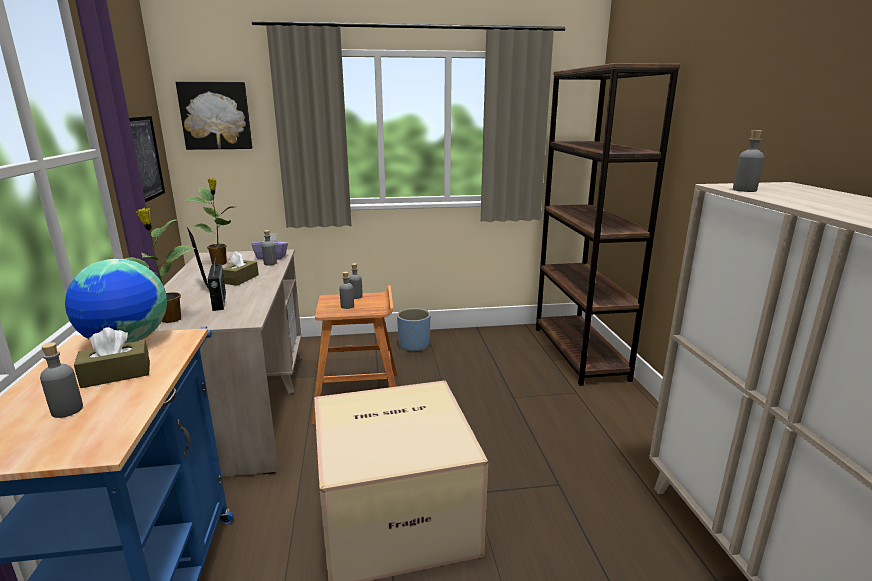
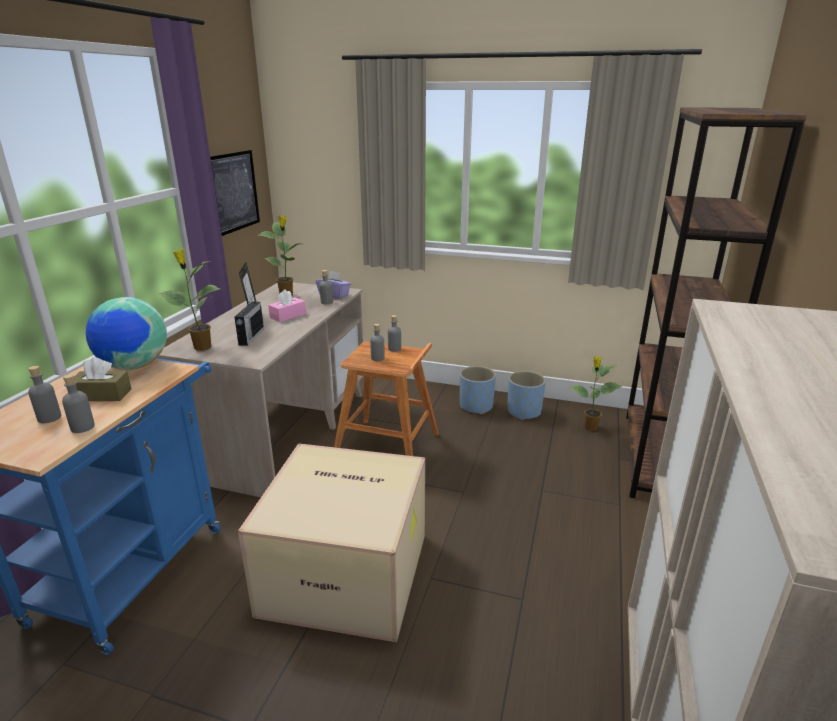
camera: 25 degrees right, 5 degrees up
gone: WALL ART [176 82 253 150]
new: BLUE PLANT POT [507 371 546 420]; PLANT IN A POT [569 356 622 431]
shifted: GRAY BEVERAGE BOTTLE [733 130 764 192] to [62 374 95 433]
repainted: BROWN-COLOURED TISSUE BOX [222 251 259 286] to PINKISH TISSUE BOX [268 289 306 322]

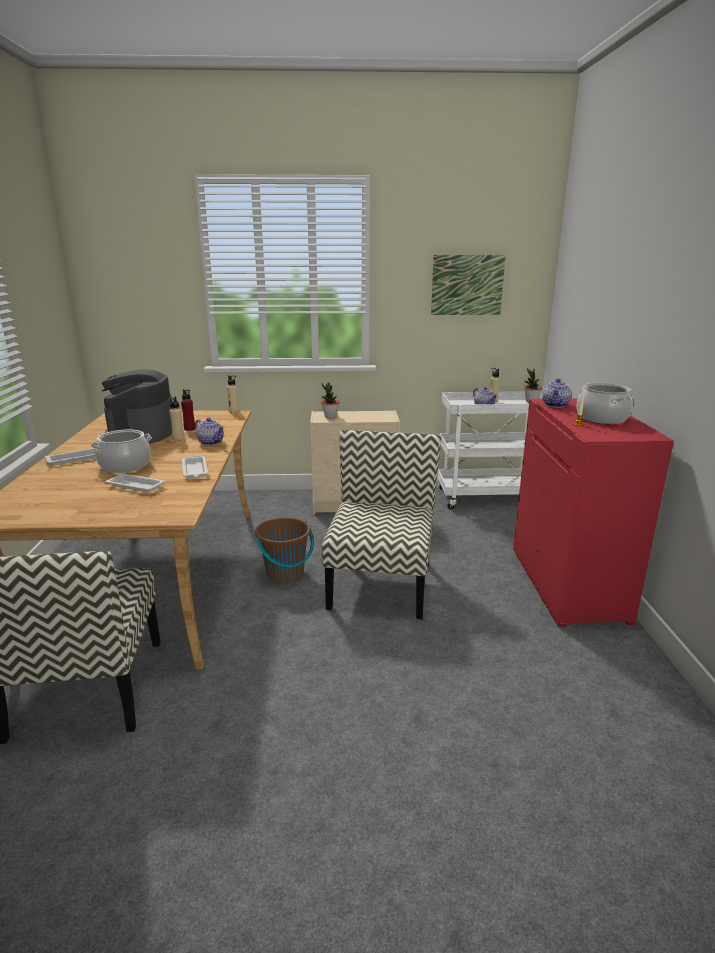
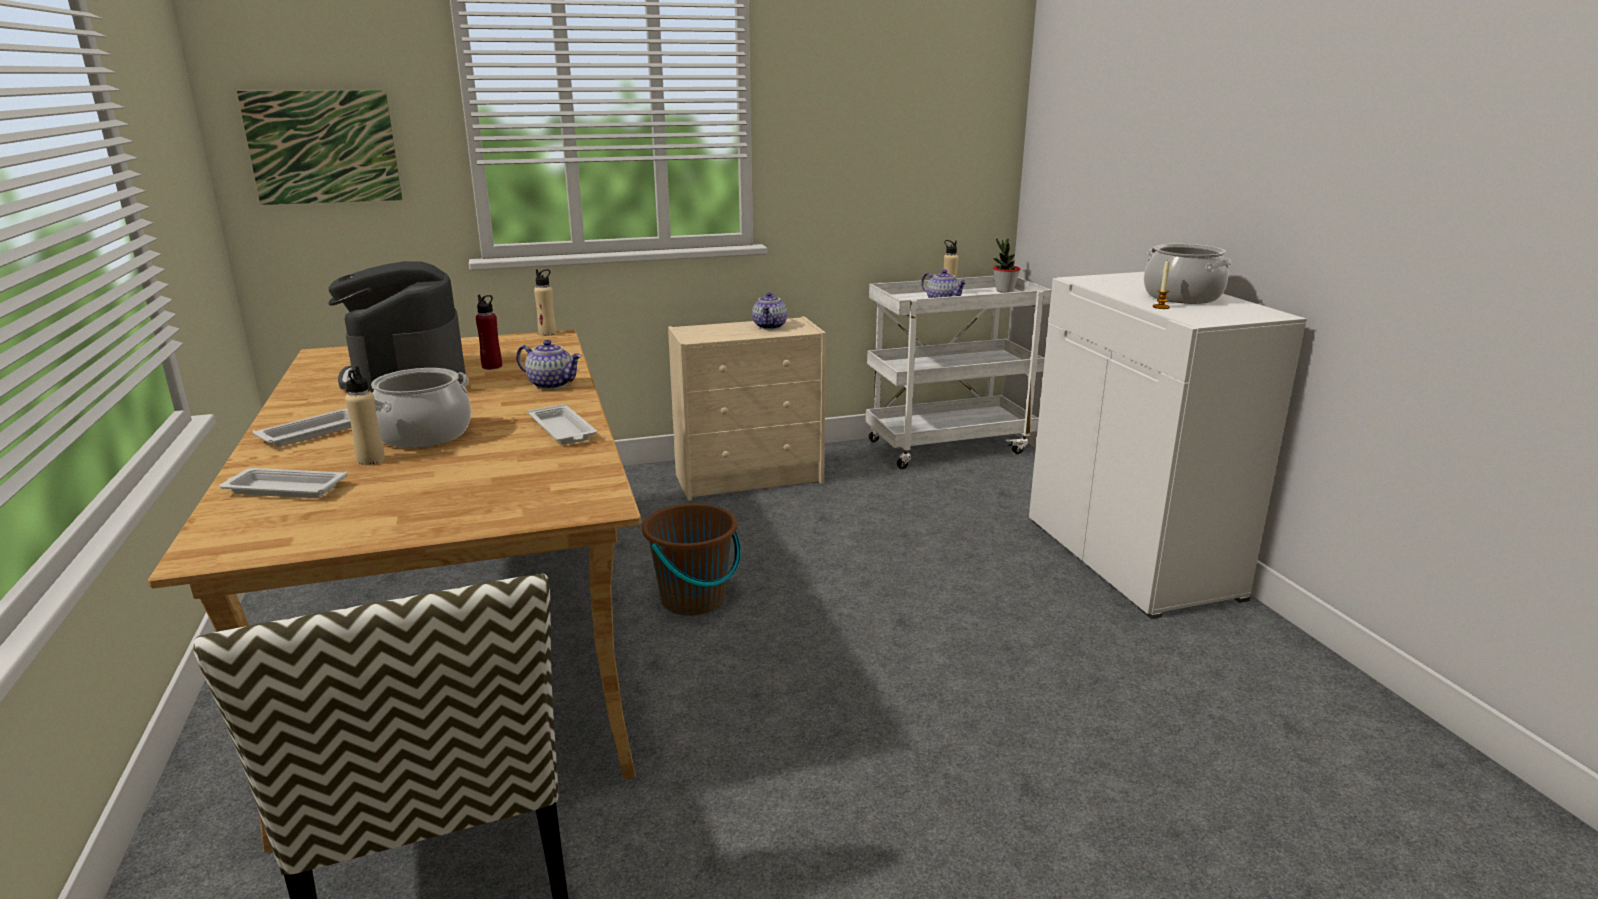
camera: 15 degrees left, 0 degrees up
gone: PLANT IN A POT [321 382 339 418]; CHAIR [322 430 441 619]
shifted: WHITISH CARRYING TRAY [106 473 166 492] to [219 468 348 498]; BEIGE BEVERAGE BOTTLE [169 397 185 441] to [345 366 385 465]; WALL ART [431 255 506 315] to [237 90 403 205]; TEA POT [542 379 571 408] to [752 292 787 330]
repainted: RED-COLOURED CABINET [513 398 674 627] to WHITISH CABINET [1029 272 1307 619]

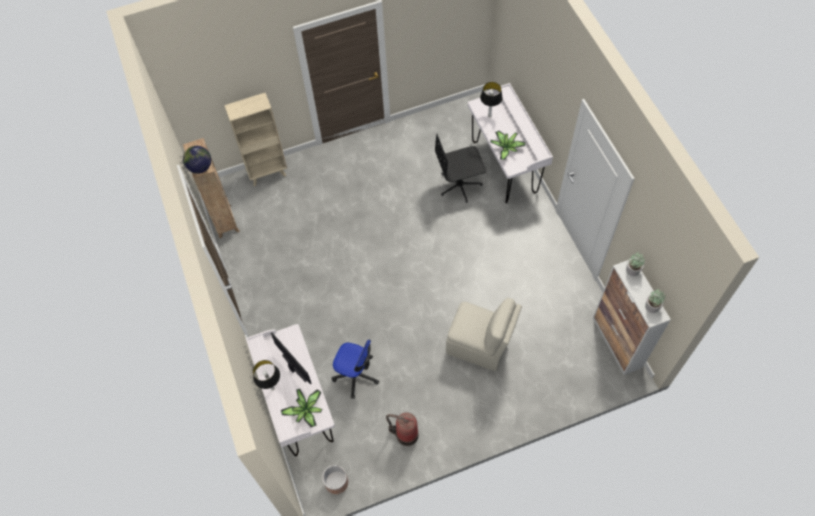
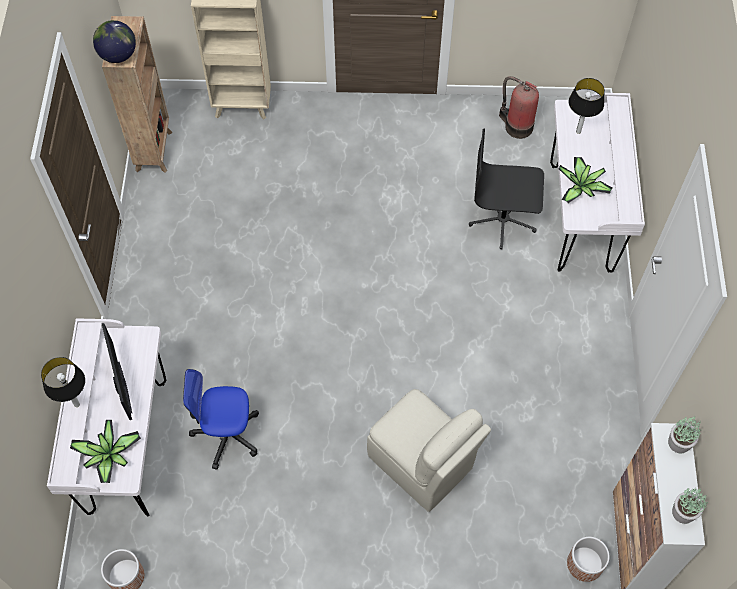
camera: 20 degrees right, 0 degrees up
new: PLANT POT [567 537 610 582]
shifted: EXTINGUISHER [386 413 418 446] to [499 76 539 139]
rotated: DESK CHAIR [332 340 379 399] = [183 369 259 470] 135 degrees clockwise

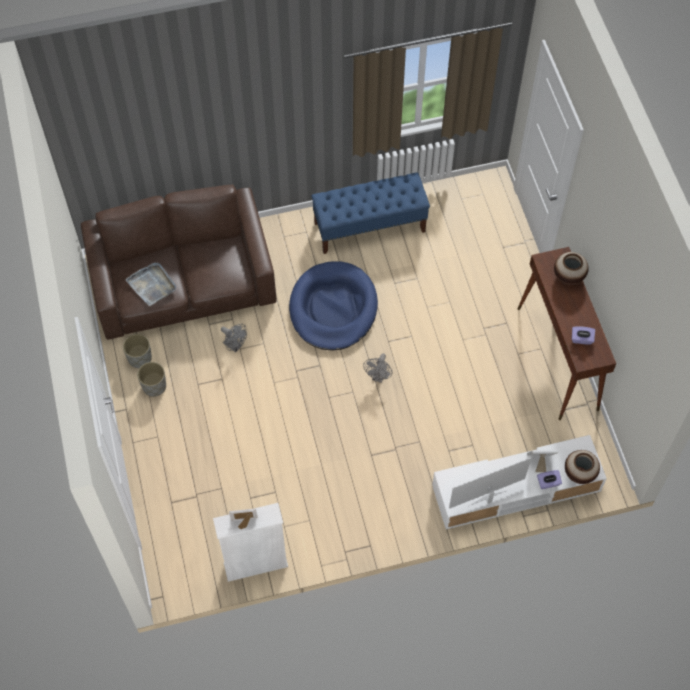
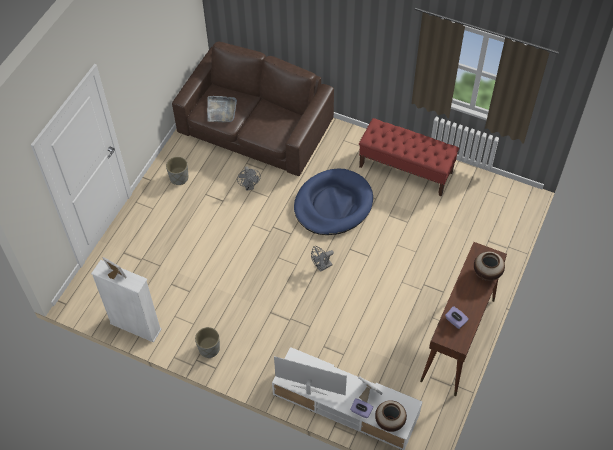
camera: 40 degrees right, 5 degrees down
shifted: GRAY PLANT POT [123 334 152 368] to [195 327 220 358]
repainted: BLUE LONG SEAT [311 172 430 254] to RED-COLOURED LONG SEAT [359 118 459 197]

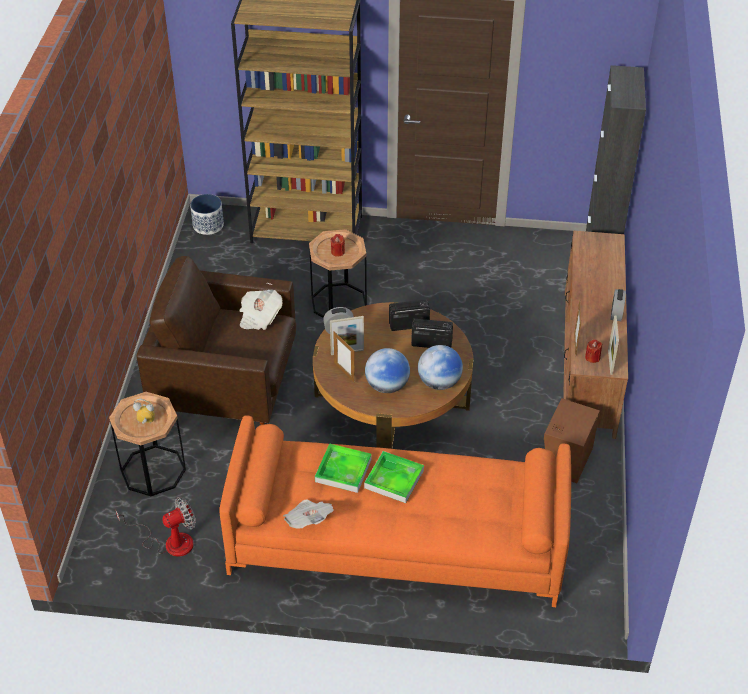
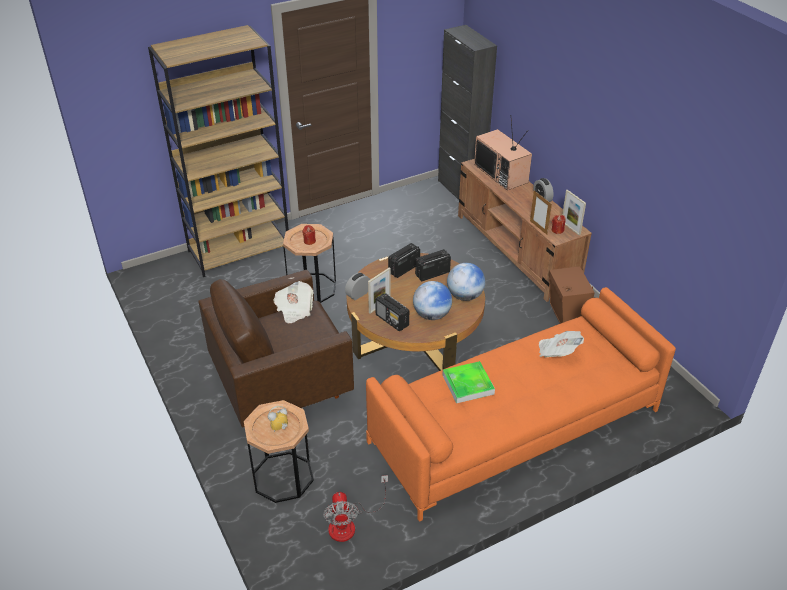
camera: 35 degrees left, 5 degrees down
gone: PLANT POT [190 194 224 235]; CARRYING TRAY [364 451 424 503]
new: TELEVISION [474 119 532 190]
shifted: DAILY PAPER [283 499 334 529] to [539 331 584 357]
swapped: STANDING FRAME [333 331 355 383] to RADIO RECEIVER [375 293 409 331]
rotated: FAN [116 497 196 557] = [323 475 388 542] 150 degrees clockwise

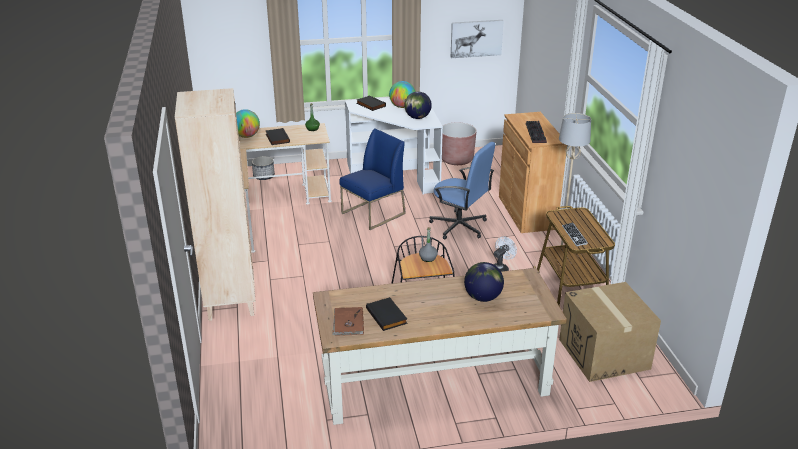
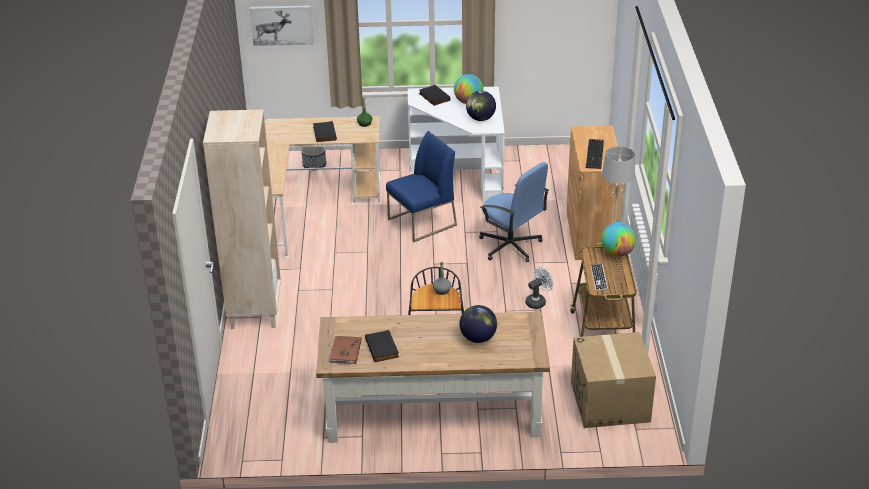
camera: 10 degrees right, 5 degrees up
gone: BROWN-COLOURED PLANT POT [442 122 477 165]
shifted: DESK GLOBE [236 109 260 138] to [601 222 636 257]; WALL ART [451 20 504 58] to [250 5 314 46]

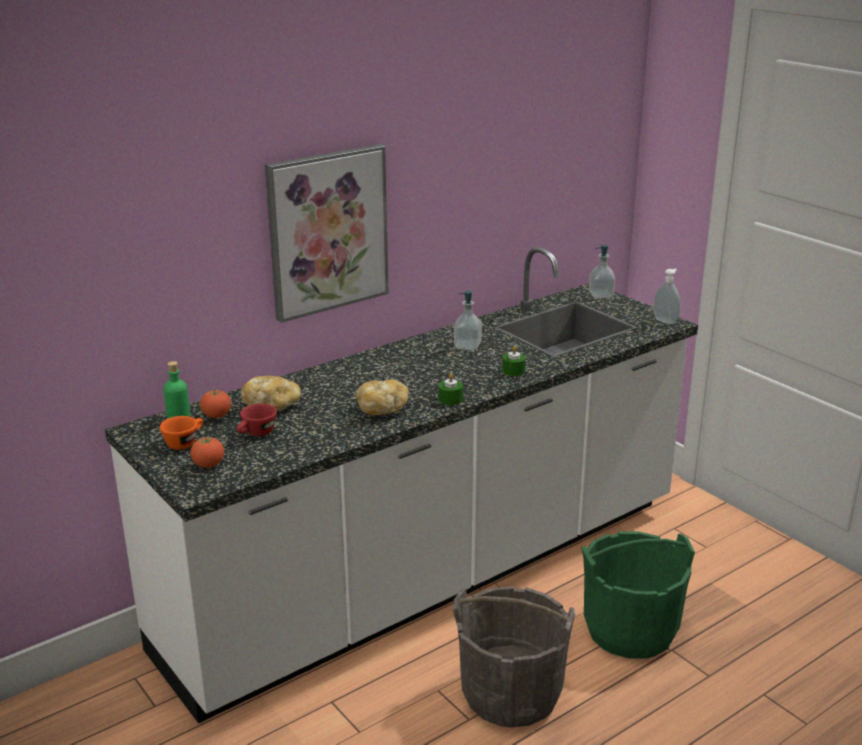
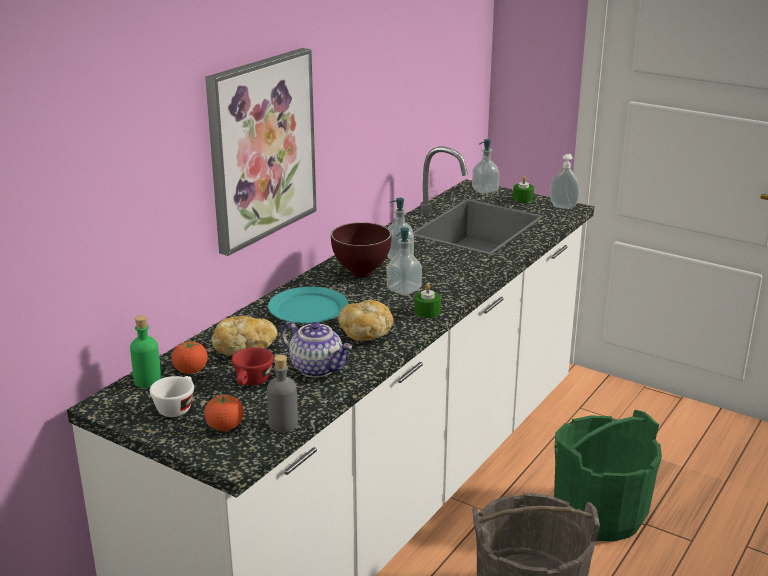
camera: 20 degrees left, 0 degrees up
new: GRAY BEVERAGE BOTTLE [267 355 298 432]; TURQUOISE-COLOURED FLAT DISH [268 287 348 324]; TEA POT [281 322 352 378]; BROWN-COLOURED DEEP DISH [331 222 392 278]; SOAP DISPENSER [387 227 422 296]
shifted: GREEN-COLOURED WAX CANDLE [502 346 526 376] to [513 176 534 203]
repainted: ORANGEY SMALL CUP [160 416 203 450] to WHITISH SMALL CUP [150 376 194 417]

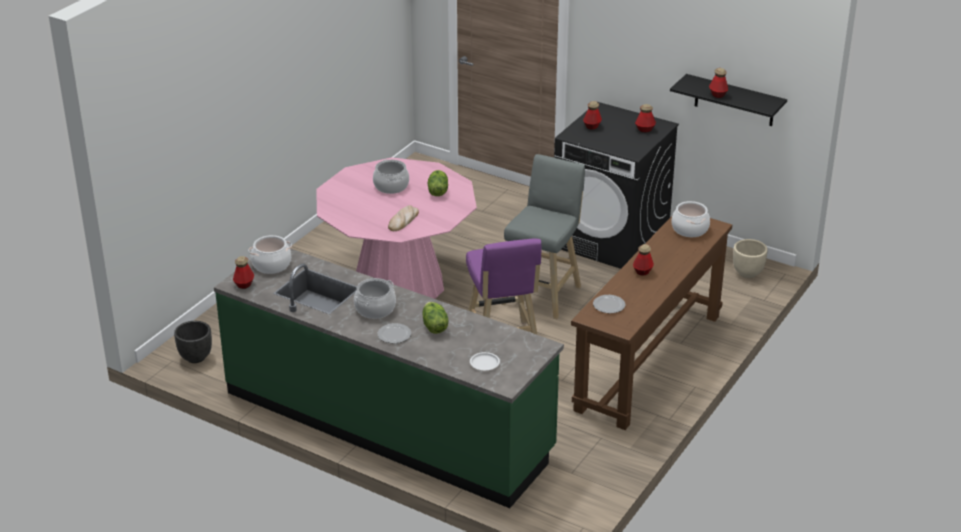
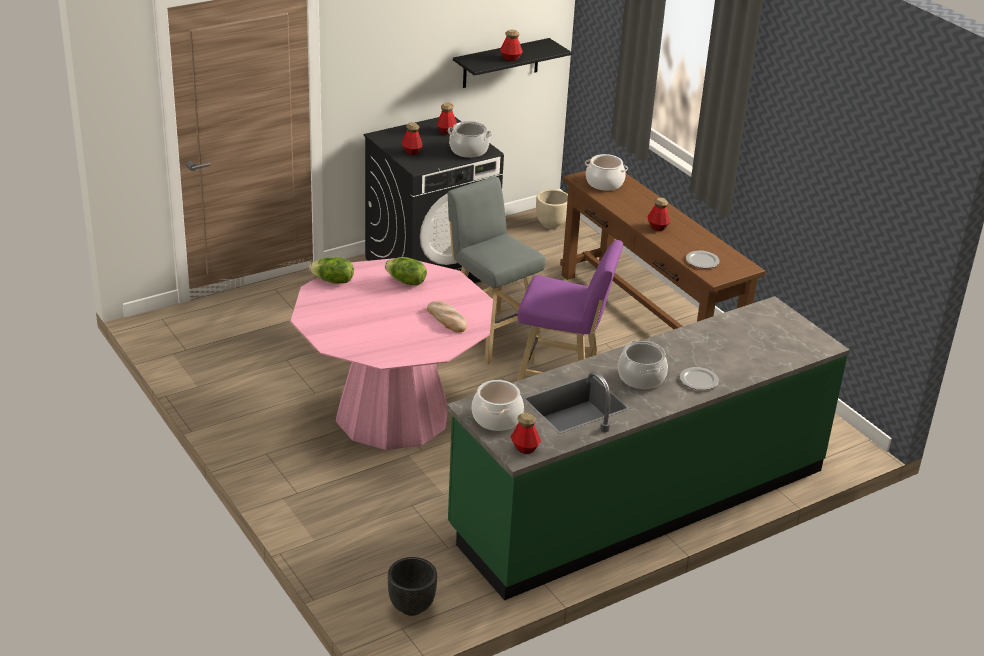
camera: 65 degrees left, 0 degrees up
gone: WHITISH FLAT DISH [470 352 500 370]
shifted: STOCKPOT [373 160 409 194] to [447 121 492 158]; LETTUCE [422 302 449 334] to [309 257 354 284]

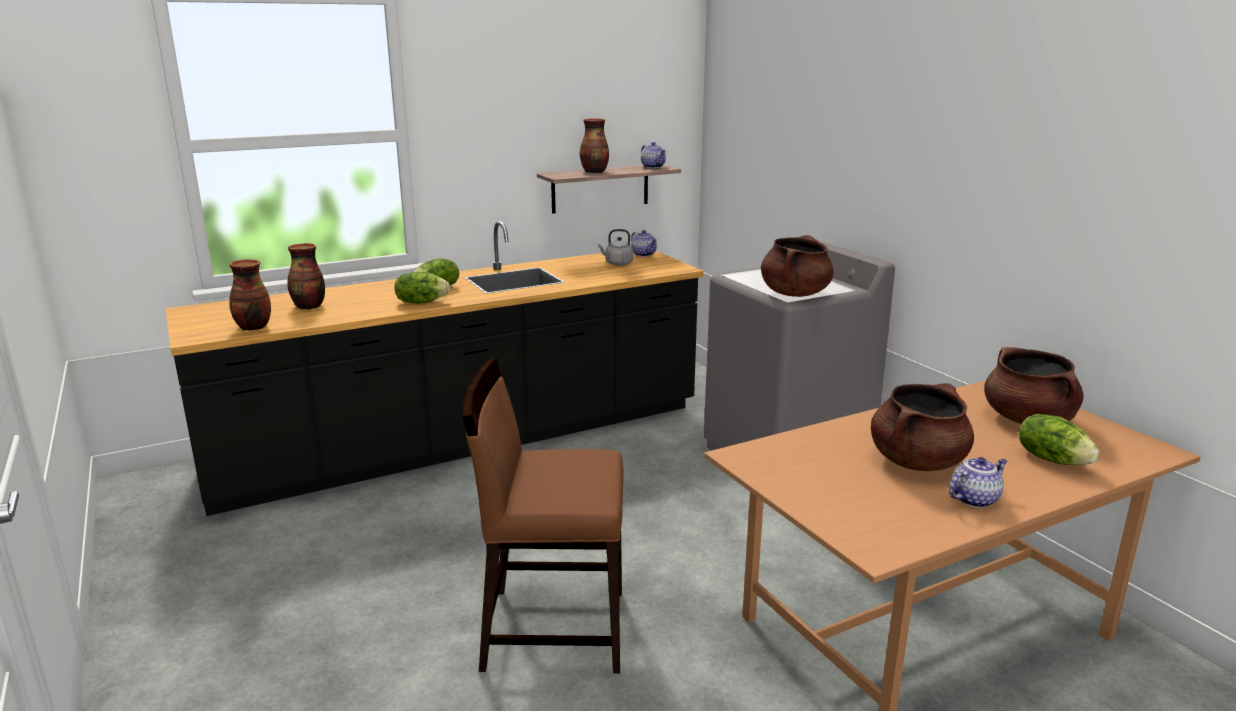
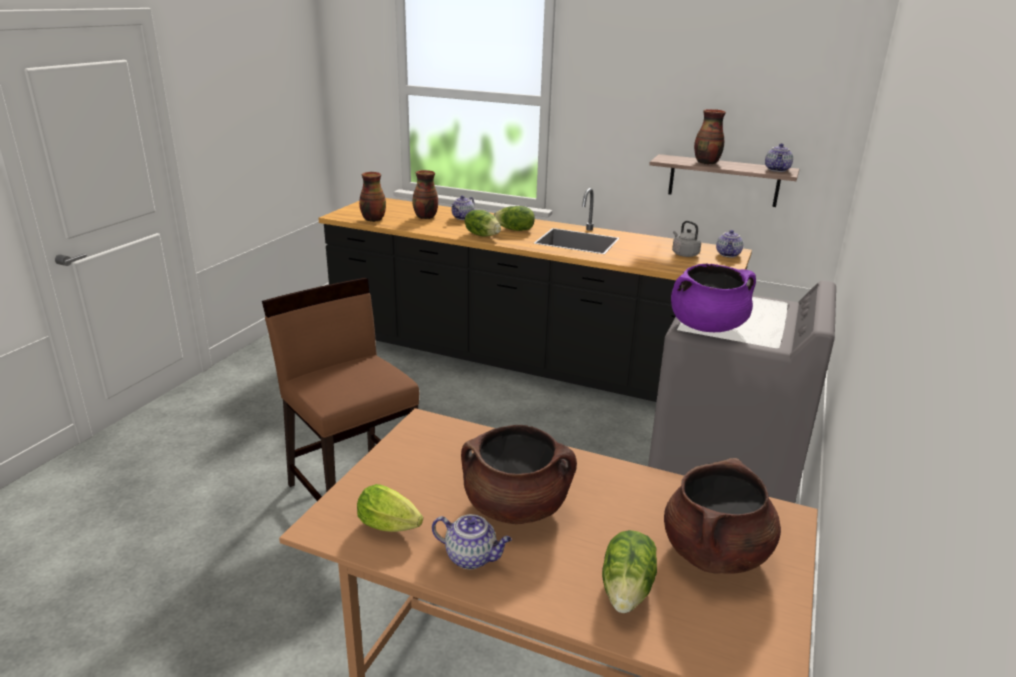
camera: 50 degrees right, 5 degrees up
new: LETTUCE [357 484 423 532]; TEA POT [451 196 474 220]
repainted: BROWN-COLOURED STOCKPOT [761 235 833 297] to PURPLE STOCKPOT [671 263 756 332]

